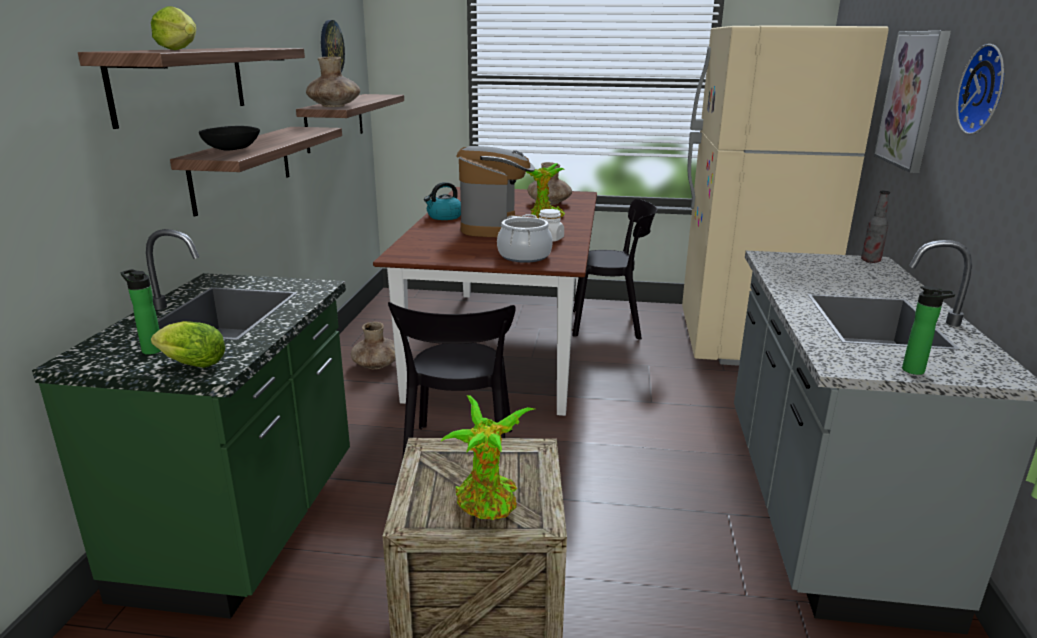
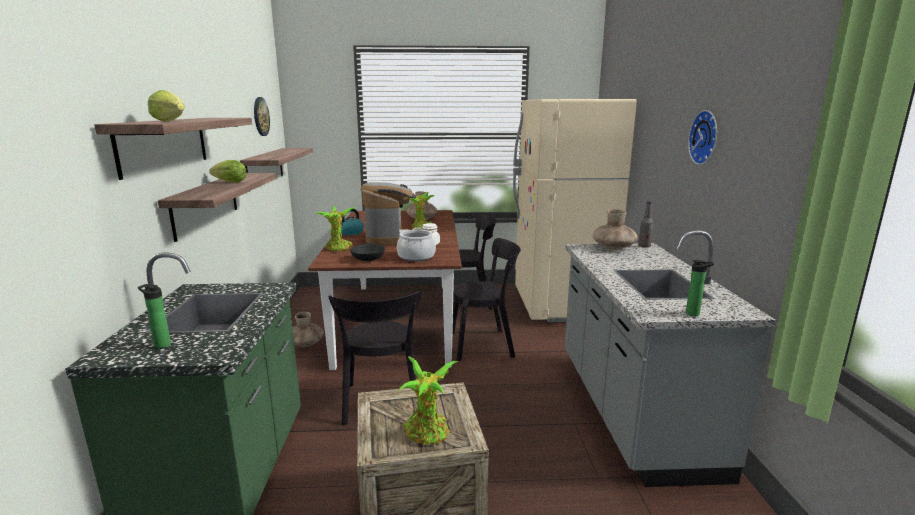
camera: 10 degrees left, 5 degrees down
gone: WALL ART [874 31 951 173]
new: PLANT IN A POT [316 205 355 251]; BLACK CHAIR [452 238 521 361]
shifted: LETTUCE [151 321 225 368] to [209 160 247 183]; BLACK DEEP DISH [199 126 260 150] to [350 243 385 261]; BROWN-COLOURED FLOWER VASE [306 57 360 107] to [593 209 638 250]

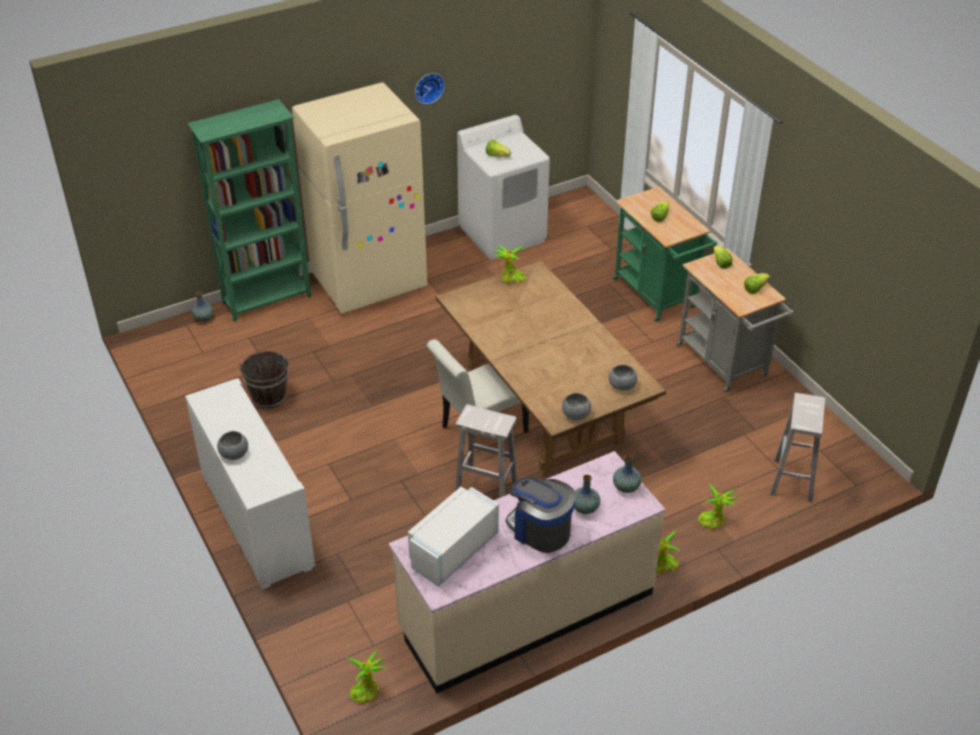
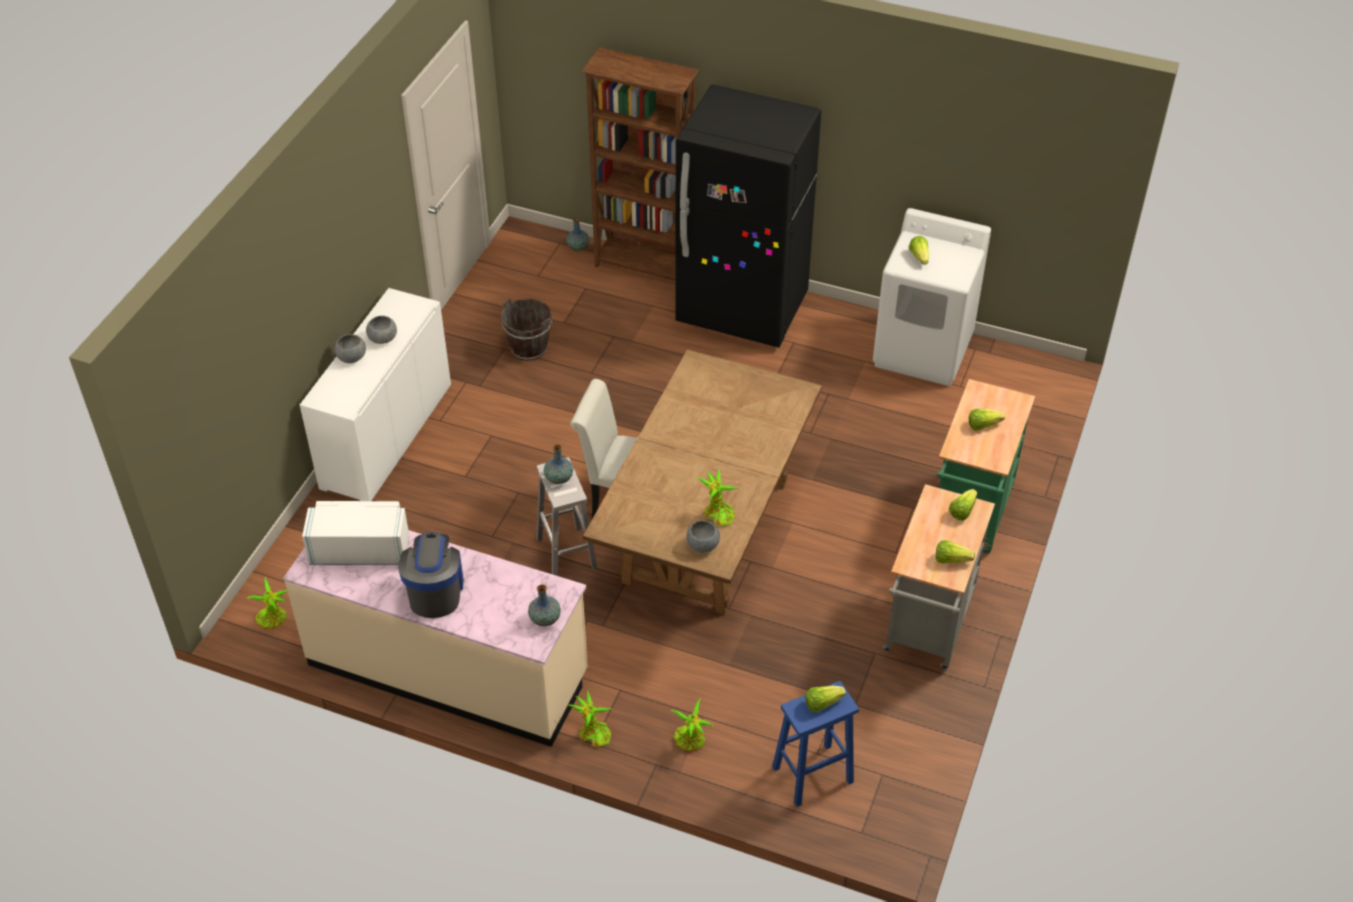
camera: 50 degrees right, 5 degrees up
gone: CLOCK ON THE WALL [415 73 445 104]
new: LETTUCE [806 686 846 712]
shifted: PLANT IN A POT [494 245 526 284] to [698 469 738 526]; GRAY DEEP DISH [562 393 591 420] to [366 316 397 344]; FLOWER VASE [574 475 600 514] to [544 444 573 484]
repainted: GREEN-COLOURED BOOKCASE [187 99 311 322] to BROWN-COLOURED BOOKCASE [581 48 699 281]; BEIGE KITCHEN FRIDGE [292 82 427 314] to BLACK KITCHEN FRIDGE [676 84 821 348]; WHITISH STOOL SEAT [770 393 825 502] to BLUE STOOL SEAT [772 681 859 807]

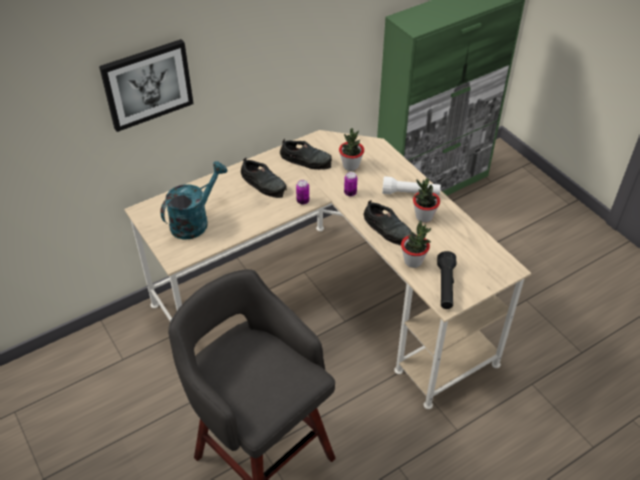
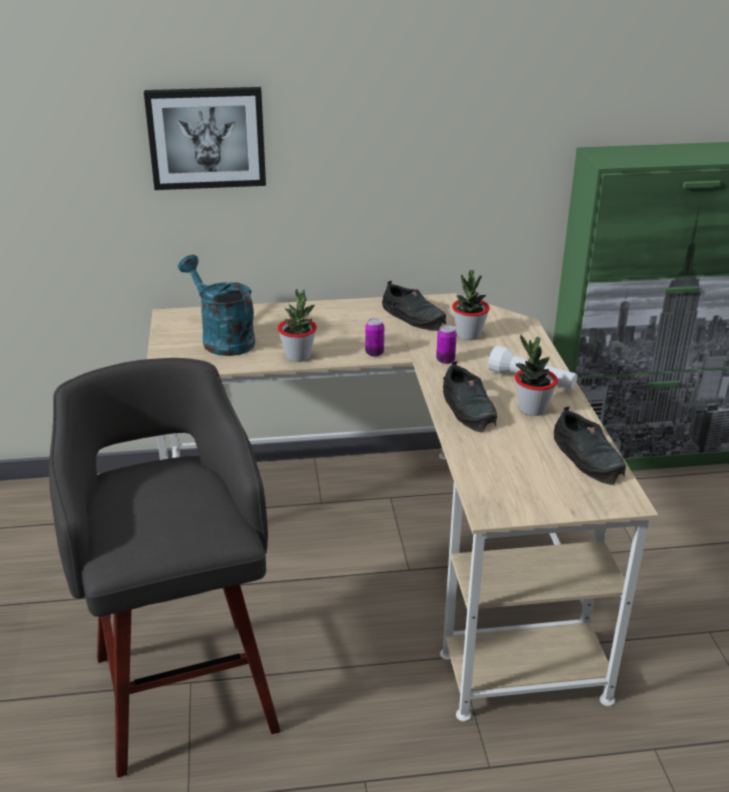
camera: 25 degrees right, 15 degrees down
gone: BLACK HAND TORCH [437 251 456 309]
shifted: BLACK LOW SHOE [241 158 287 198] to [554 406 626 485]; PLANT IN A POT [401 220 431 268] to [278 290 317 362]
rotated: TURQUOISE-COLOURED SPRINKLING CAN [160 161 227 240] = [178 255 255 356] 105 degrees counterclockwise

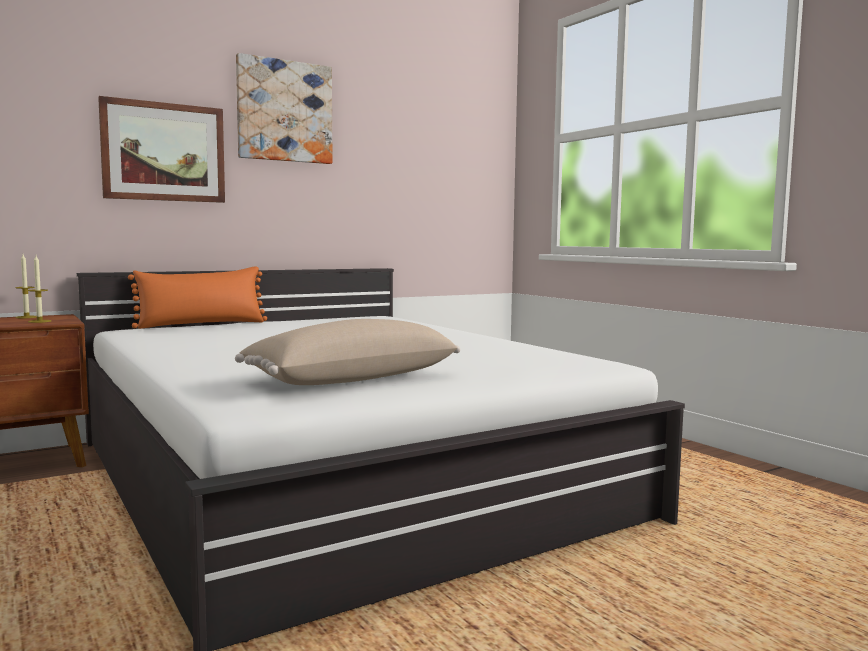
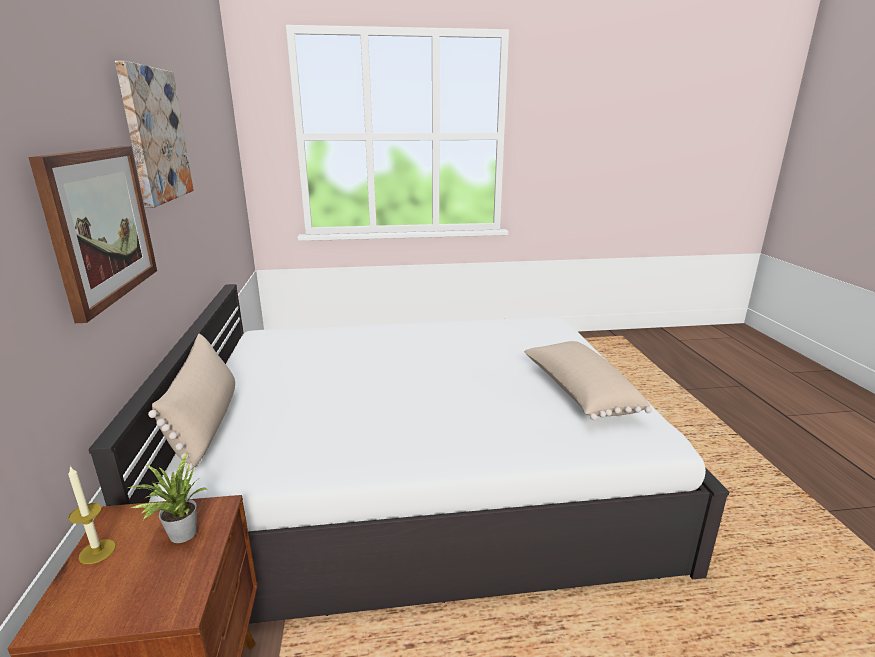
camera: 65 degrees left, 15 degrees up
swapped: WAX CANDLE [28 256 51 323] to PLANT IN A POT [128 452 209 543]
repainted: ORANGEY PILLOW [128 266 267 329] to BEIGE PILLOW [148 334 235 471]

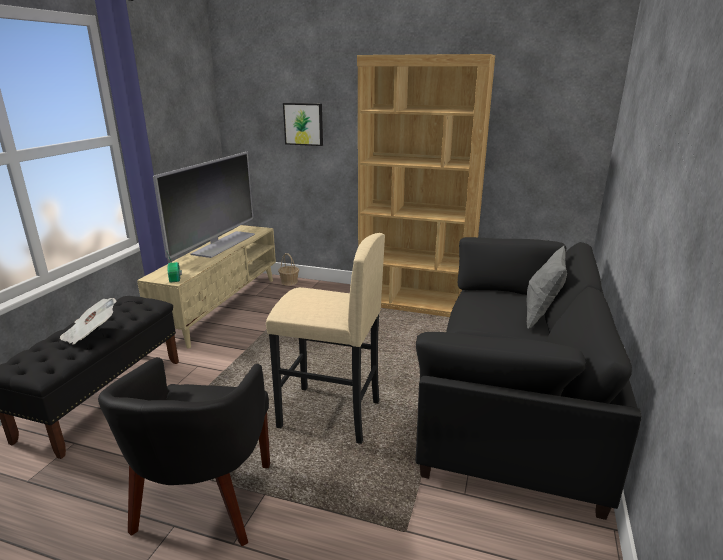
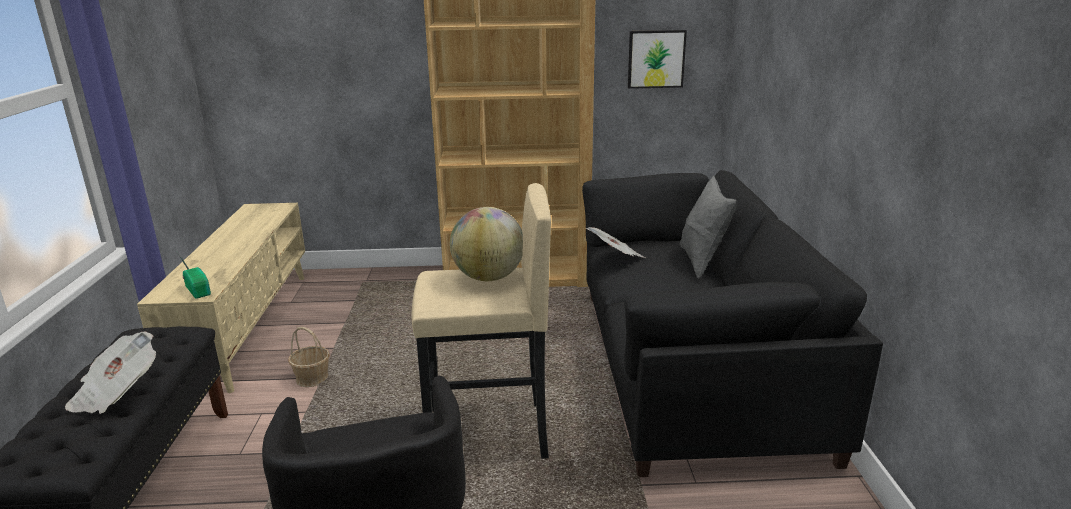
camera: 20 degrees left, 0 degrees up
gone: TELEVISION [153 152 255 260]
new: DESK GLOBE [450 207 523 281]; DAILY PAPER [586 227 646 258]
shifted: HOUSEHOLD BASKET [278 253 299 286] to [288 327 330 387]; WALL ART [283 103 323 146] to [628 30 687 89]

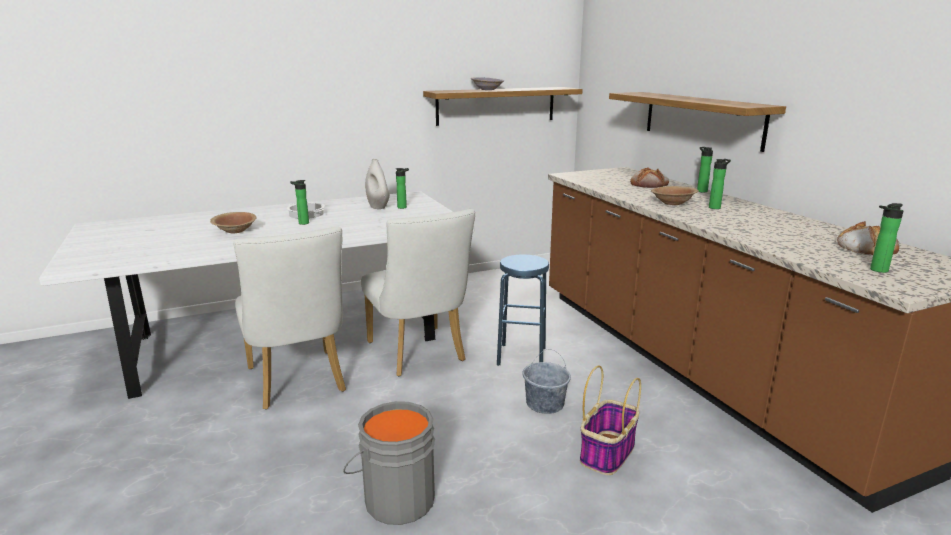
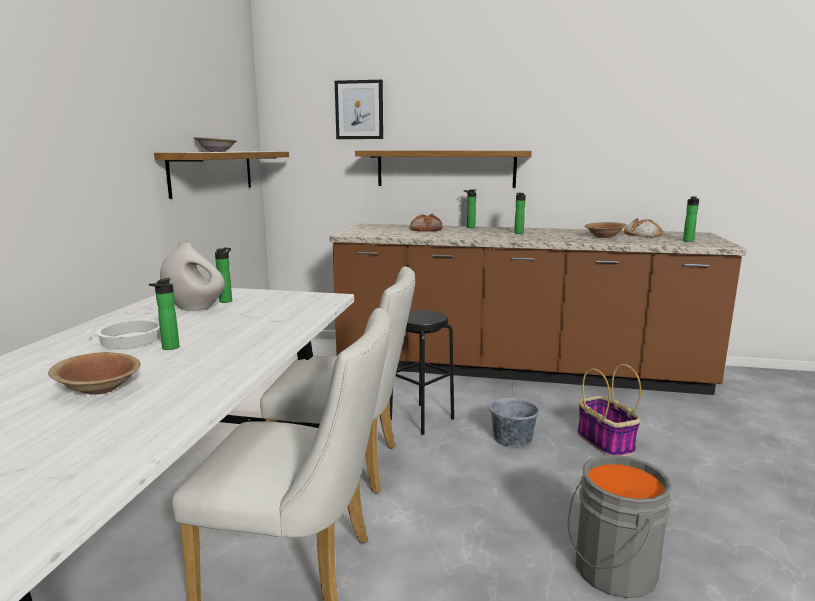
camera: 55 degrees left, 5 degrees down
new: WALL ART [335 80 383 139]
shifted: BROWN-COLOURED DEEP DISH [651 186 699 205] to [585 222 627 238]
repainted: BLUE STOOL SEAT [497 254 549 366] to BLACK STOOL SEAT [390 310 454 435]

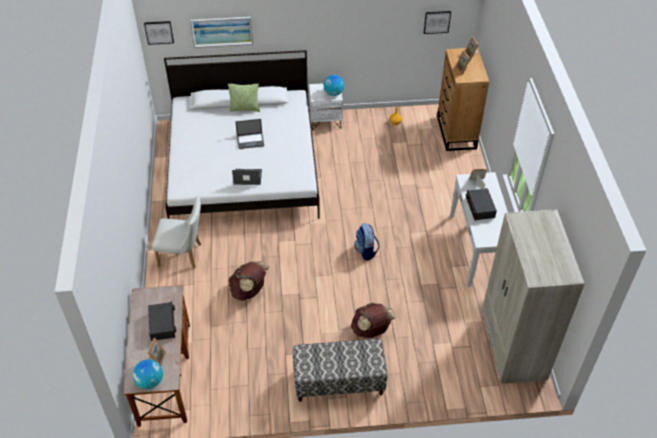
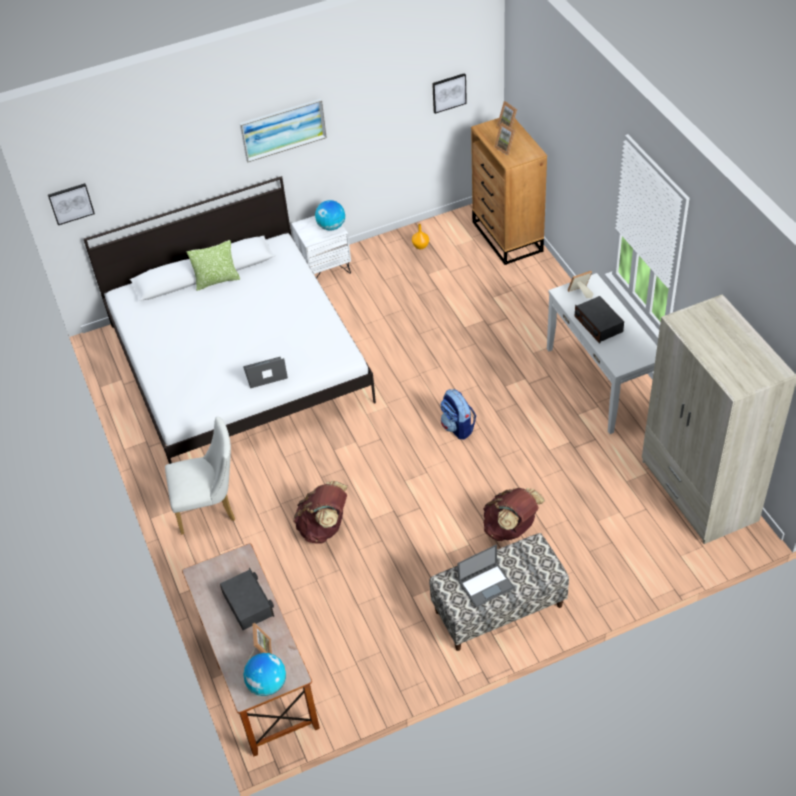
camera: 15 degrees left, 0 degrees up
shifted: WALL ART [190 17 253 48] to [240 99 327 162]; PORTABLE COMPUTER [235 119 264 149] to [458 544 515 607]

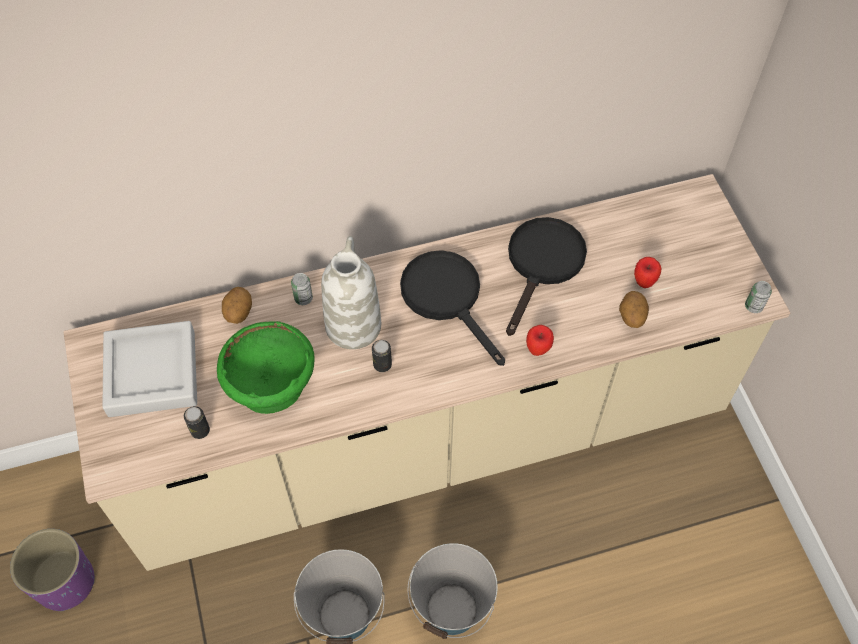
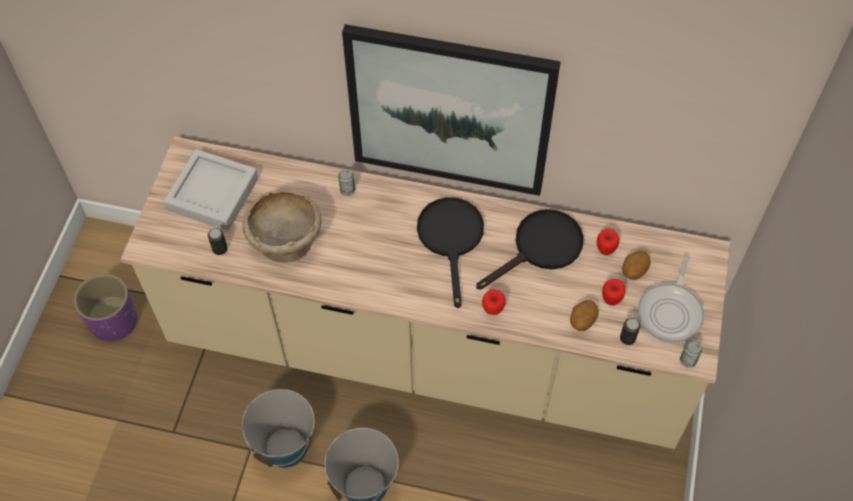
camera: 30 degrees right, 0 degrees up
gone: WHITISH FLOWER VASE [321 236 381 349]
new: WALL ART [342 24 561 196]; APPLE [597 229 620 255]; SKILLET [638 255 705 343]
shifted: POTATO [222 287 252 324] to [622 250 651 280]; METAL CAN [372 340 392 372] to [620 318 641 345]
repainted: GREEN-COLOURED DEEP DISH [217 321 315 414] to BEIGE DEEP DISH [243 189 321 263]

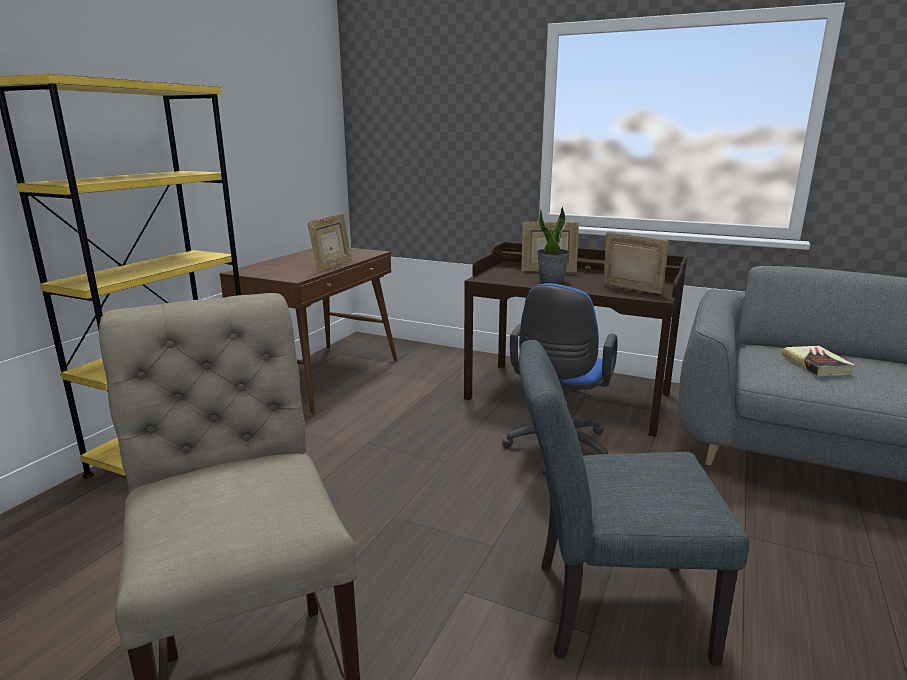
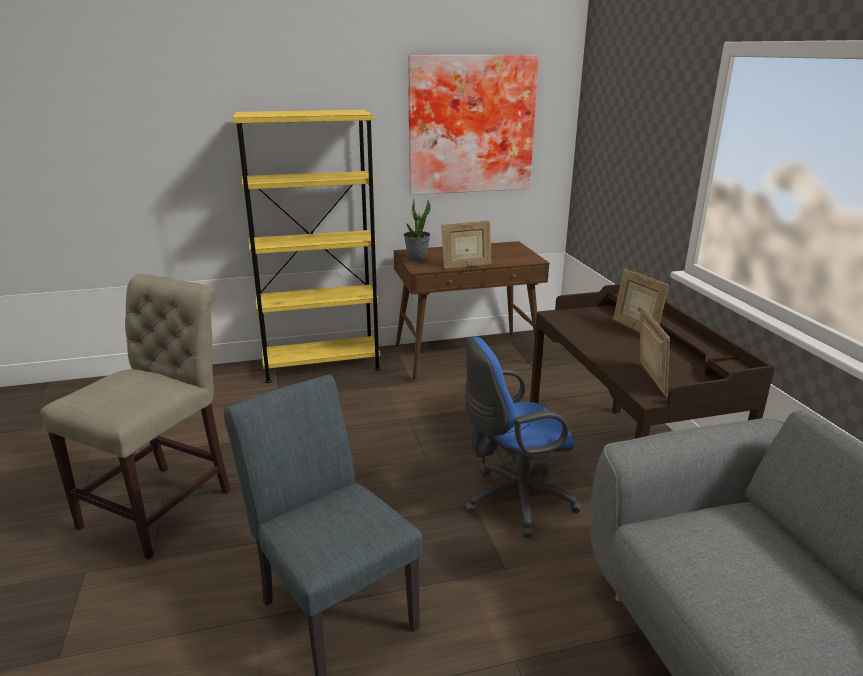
camera: 50 degrees right, 5 degrees up
gone: VOLUME [782 346 855 376]
new: WALL ART [408 55 539 195]
shifted: PLANT IN A POT [537 206 570 284] to [404 199 431 261]

